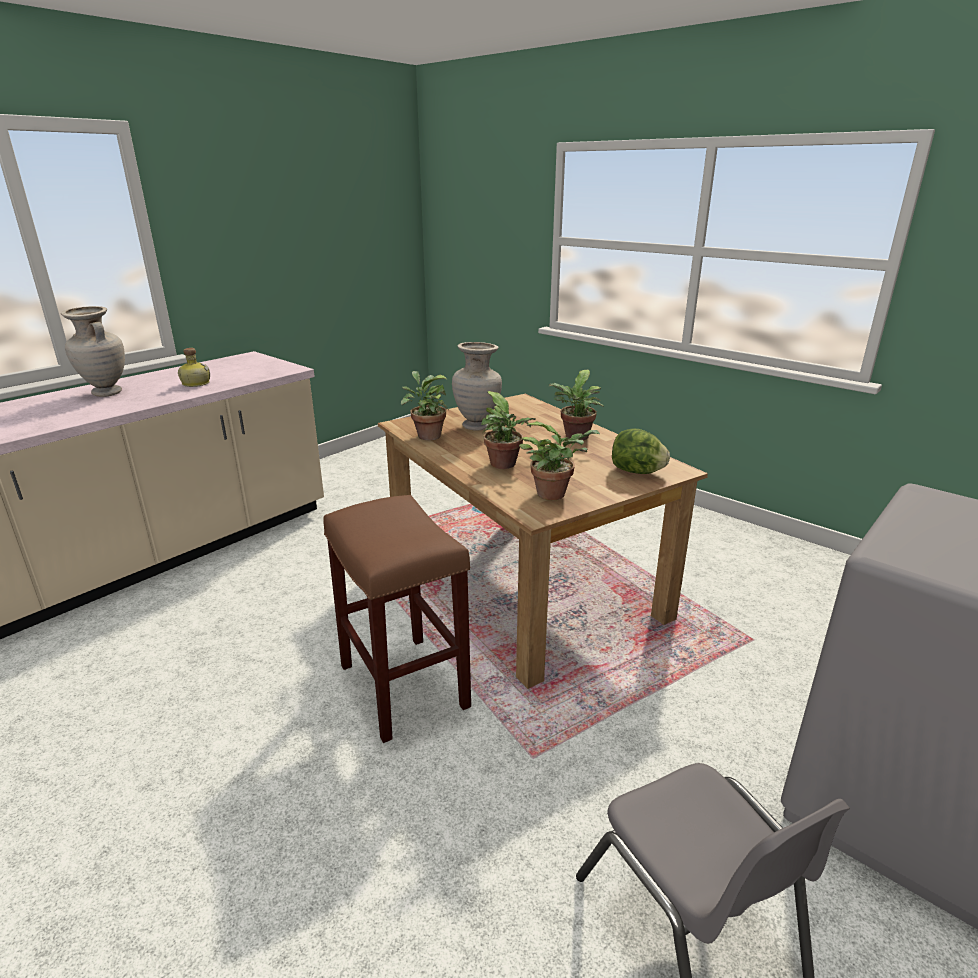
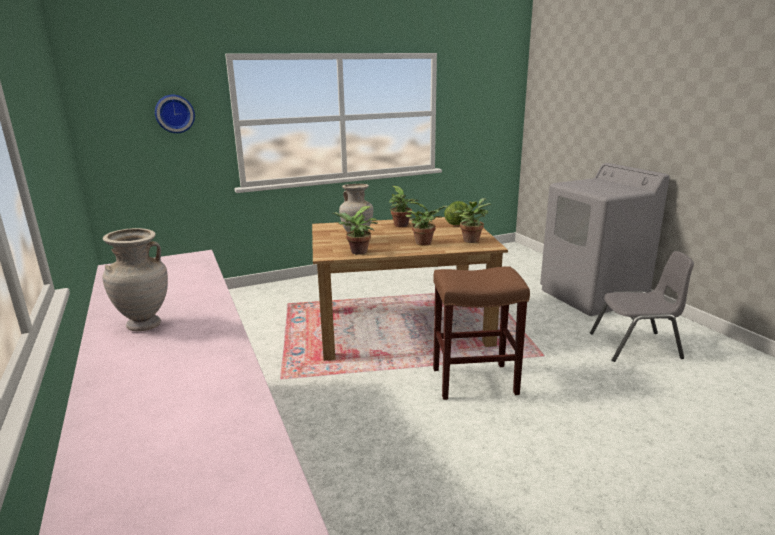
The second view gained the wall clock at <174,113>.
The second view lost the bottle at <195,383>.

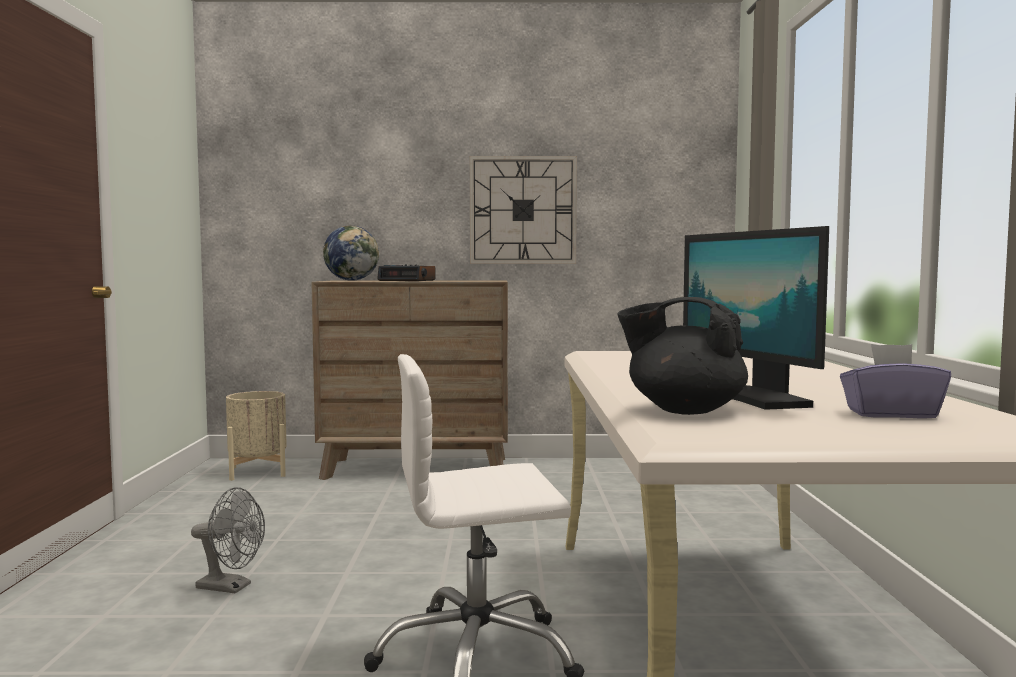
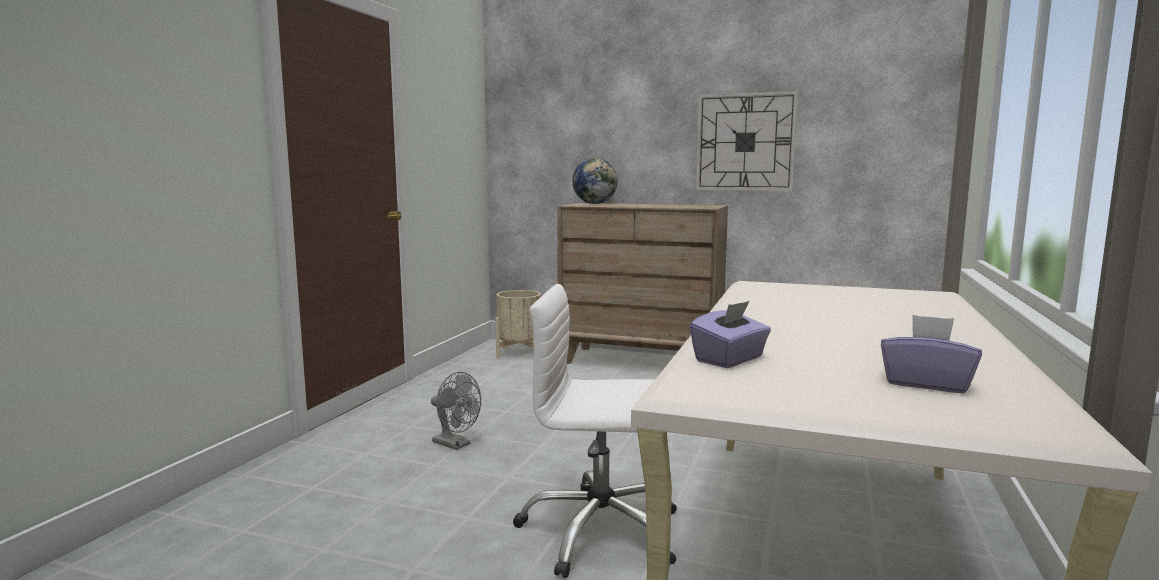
Where the black teapot stood at <683,410>, the purple tissue box came to stand at <730,360>.
The second view lost the alarm clock at <407,280>.
The second view lost the monitor at <747,397>.

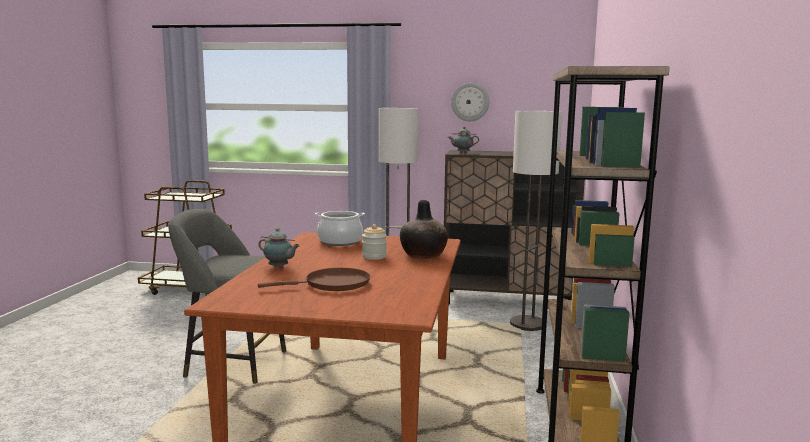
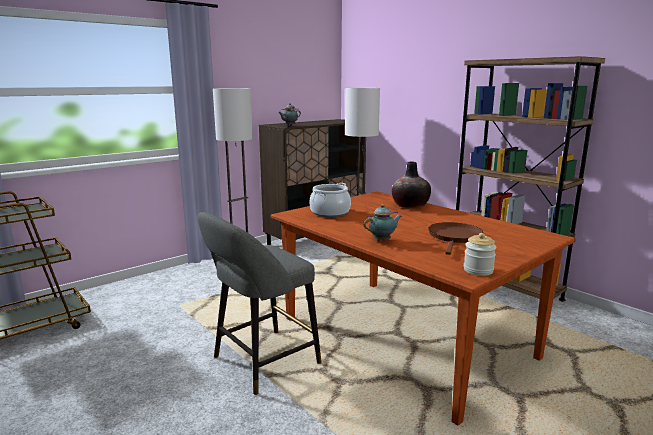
The jar ended up elsewhere, having gone from <374,256> to <478,270>.
The second view lost the wall clock at <470,102>.

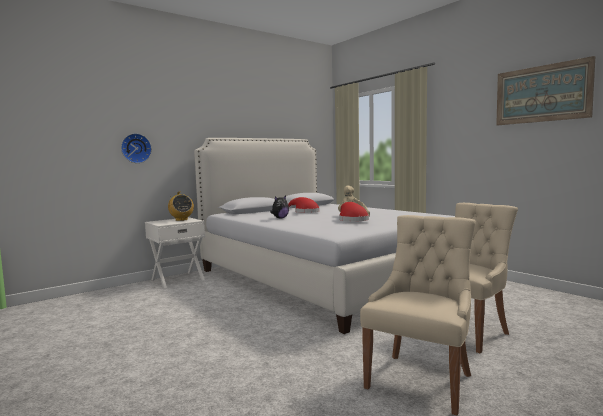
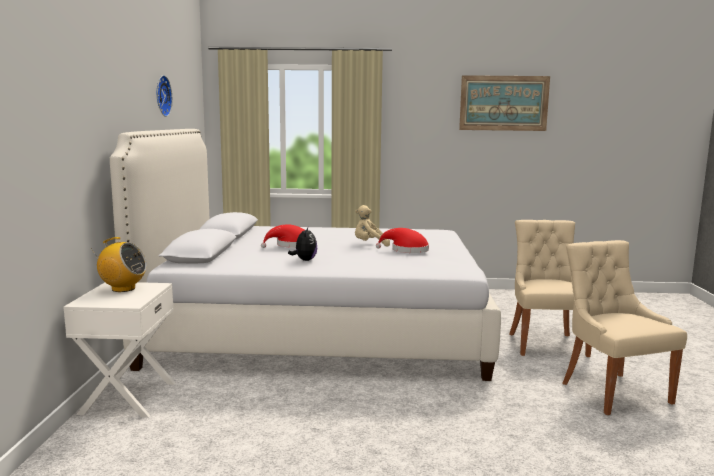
The wall clock ended up elsewhere, having gone from <135,148> to <161,96>.

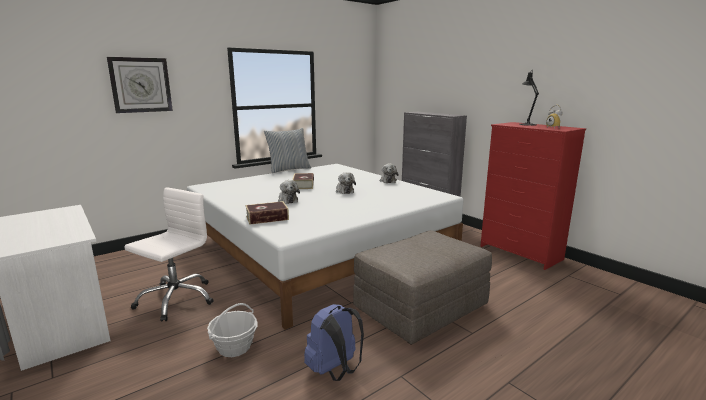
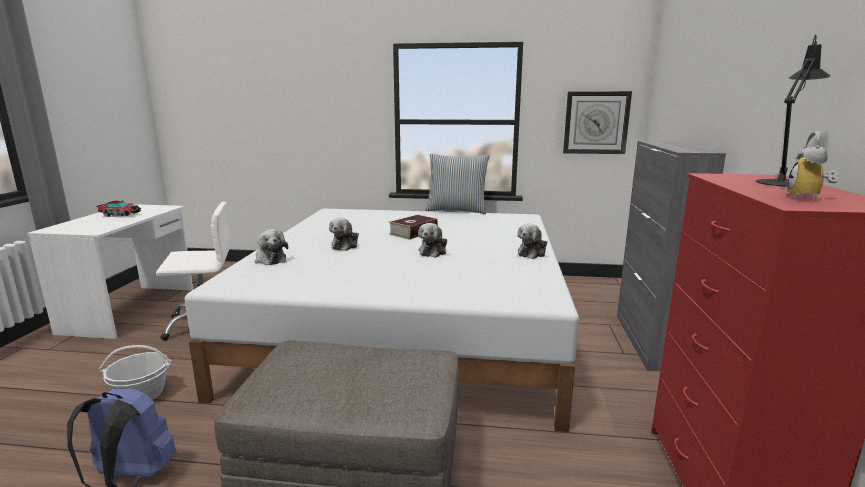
The second view gained the toy truck at <120,215>.
Where the book stood at <267,218>, the plush toy came to stand at <270,259>.
The wall clock ended up elsewhere, having gone from <141,85> to <596,122>.

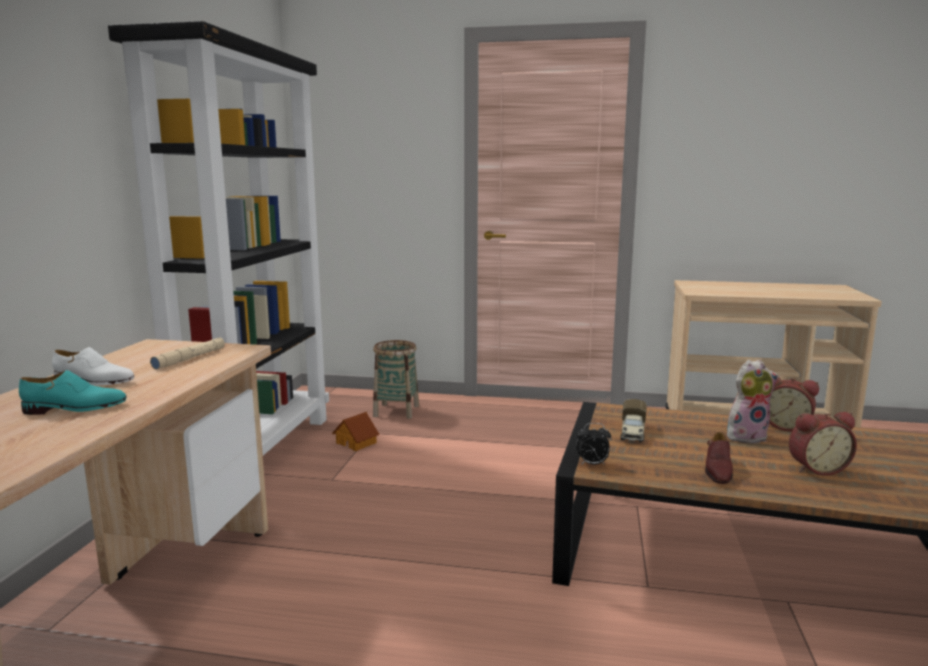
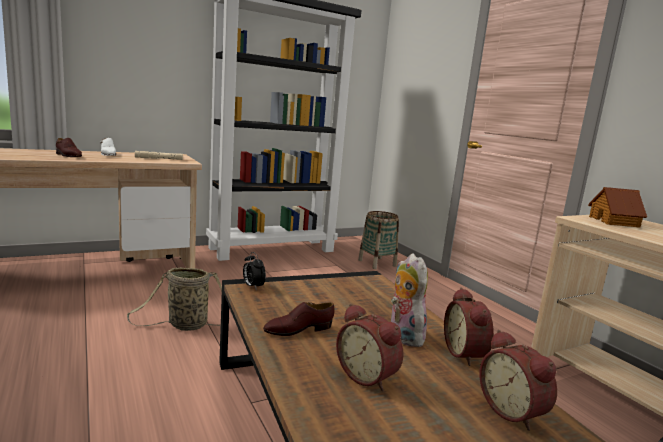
What was the turquoise shoe at <75,408> turned into the brown shoe at <68,156>.
The second view gained the basket at <185,325>.
The plush toy at <746,436> ended up facing another way, 150 degrees counterclockwise from before.
The second view gained the alarm clock at <513,411>.
The toy house ended up elsewhere, having gone from <356,443> to <614,221>.
The second view lost the toy truck at <632,433>.

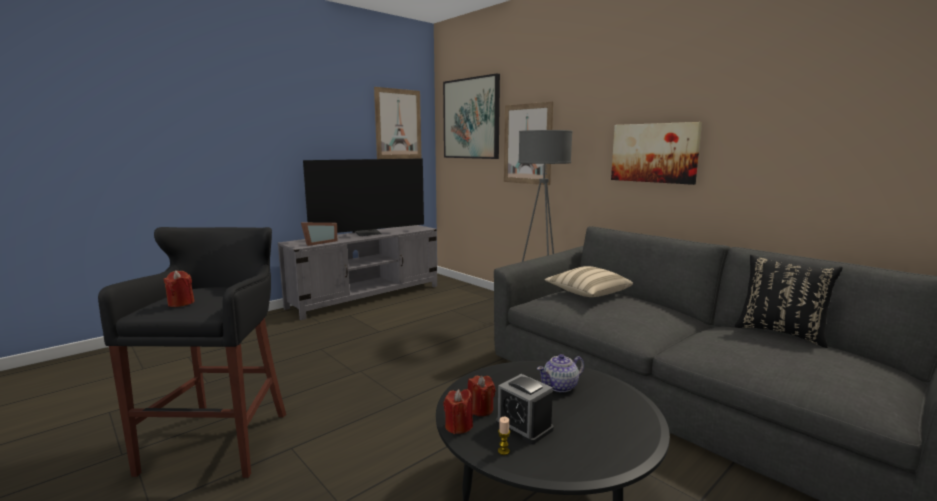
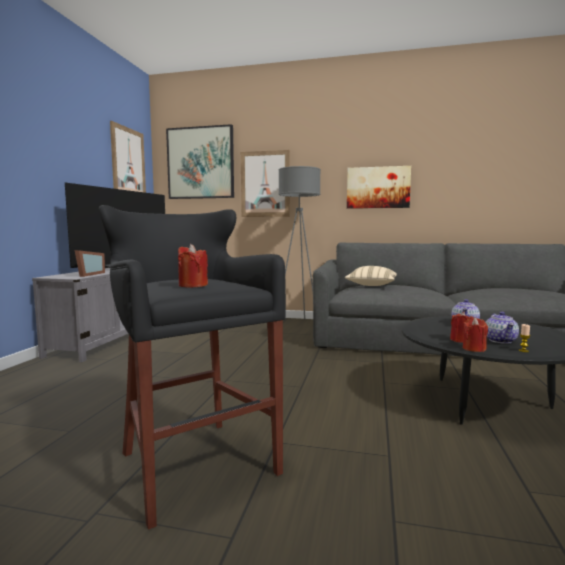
Where the alarm clock stood at <524,426>, the teapot came to stand at <500,340>.
The second view lost the black pillow at <781,333>.

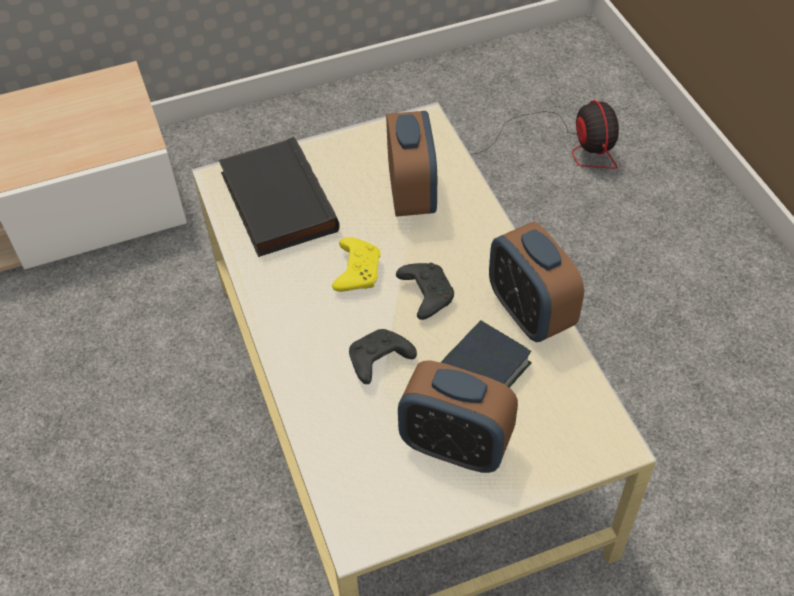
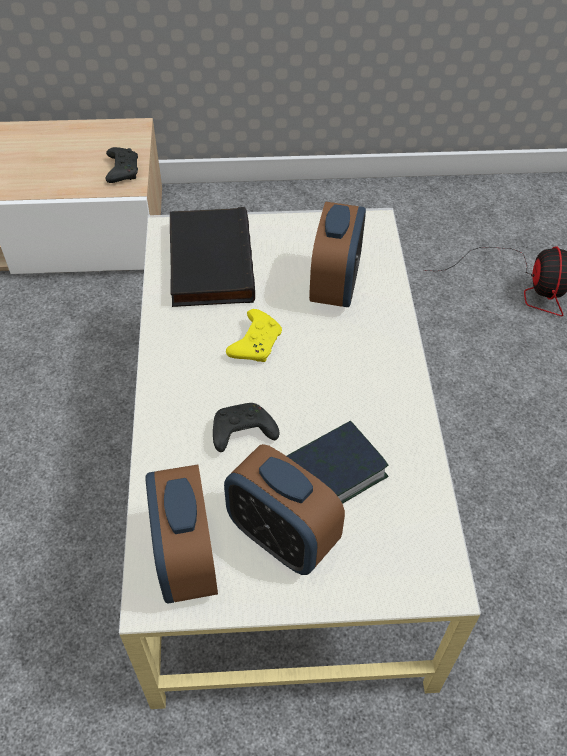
The black game controller ended up elsewhere, having gone from <425,294> to <122,171>.
The alarm clock ended up elsewhere, having gone from <530,313> to <186,559>.

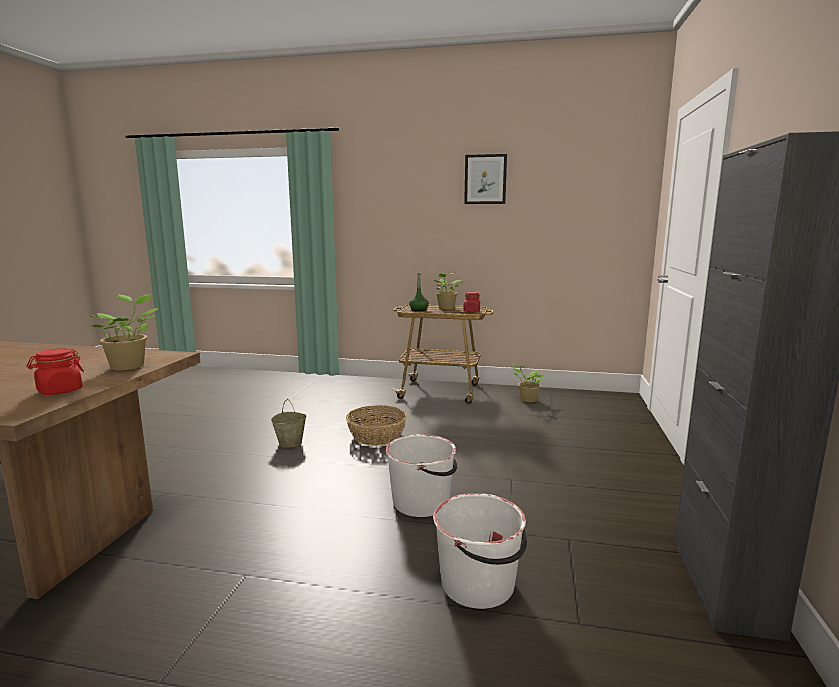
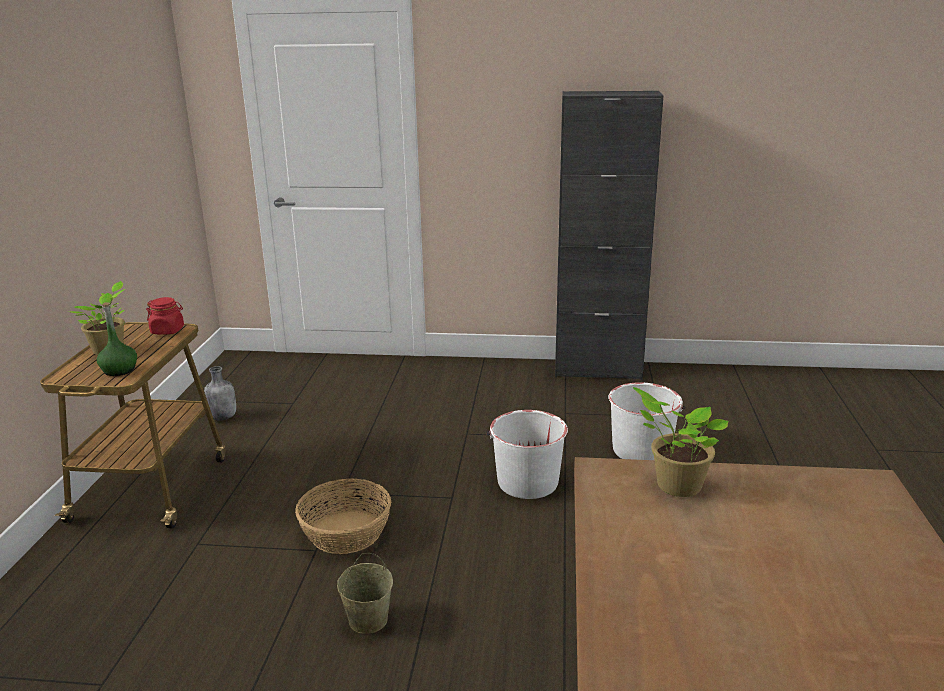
Where the potted plant stood at <527,400>, the grey bottle came to stand at <223,417>.
The second view lost the red jar at <59,391>.
The second view lost the picture at <485,179>.

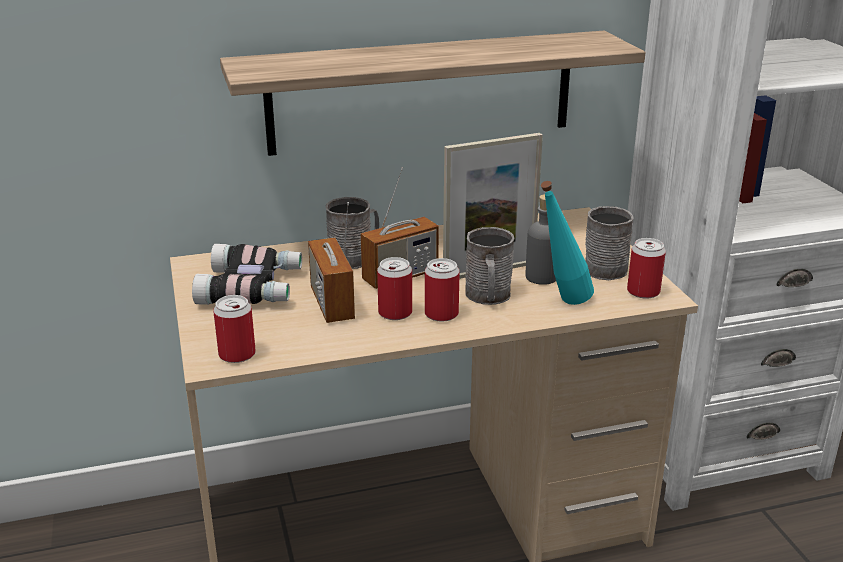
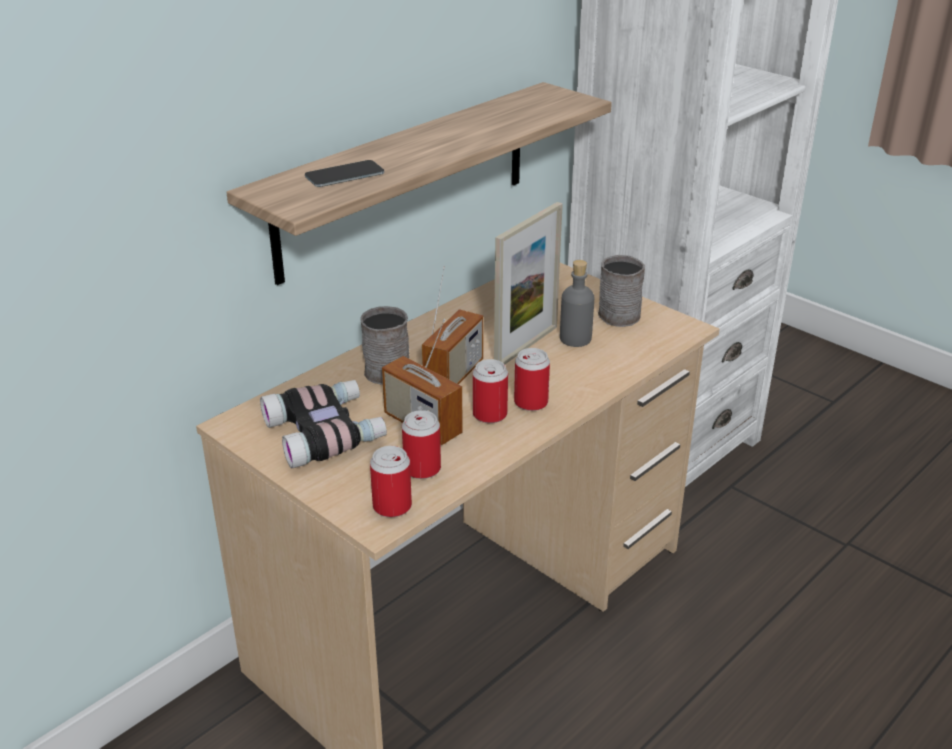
The second view gained the phone at <344,174>.
The can ended up elsewhere, having gone from <643,292> to <422,469>.
The second view lost the grey mug at <488,297>.
The second view lost the turquoise bottle at <561,303>.

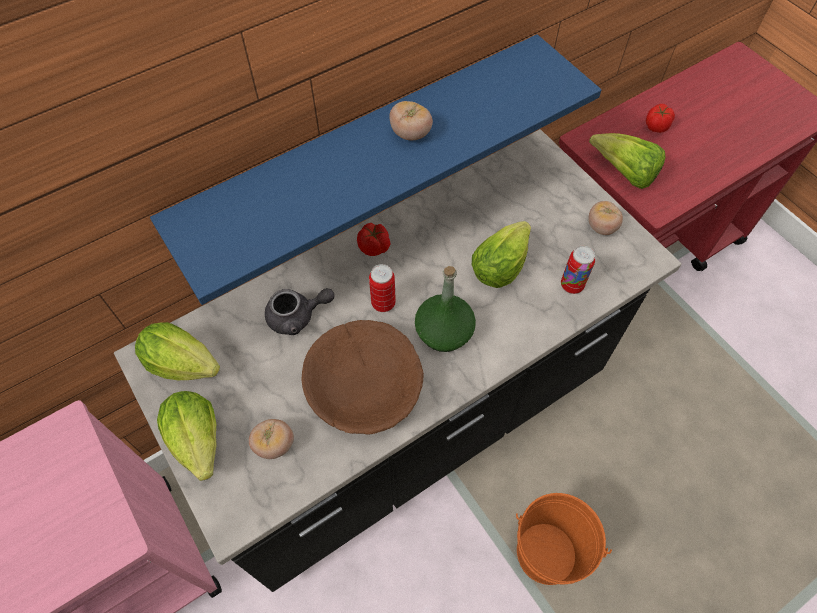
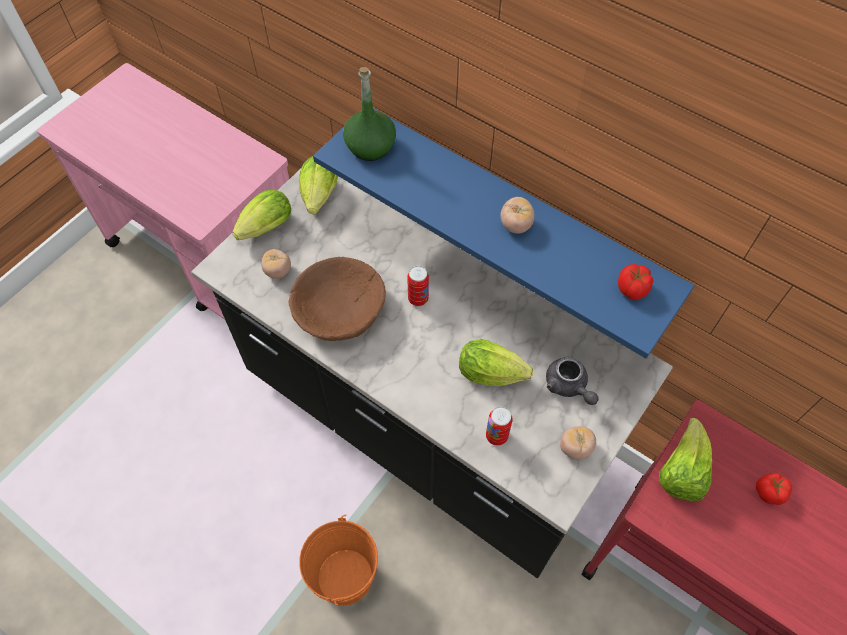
The green bottle ended up elsewhere, having gone from <443,332> to <370,146>.
The grey teapot ended up elsewhere, having gone from <297,316> to <568,386>.
The tomato ended up elsewhere, having gone from <374,247> to <632,290>.

